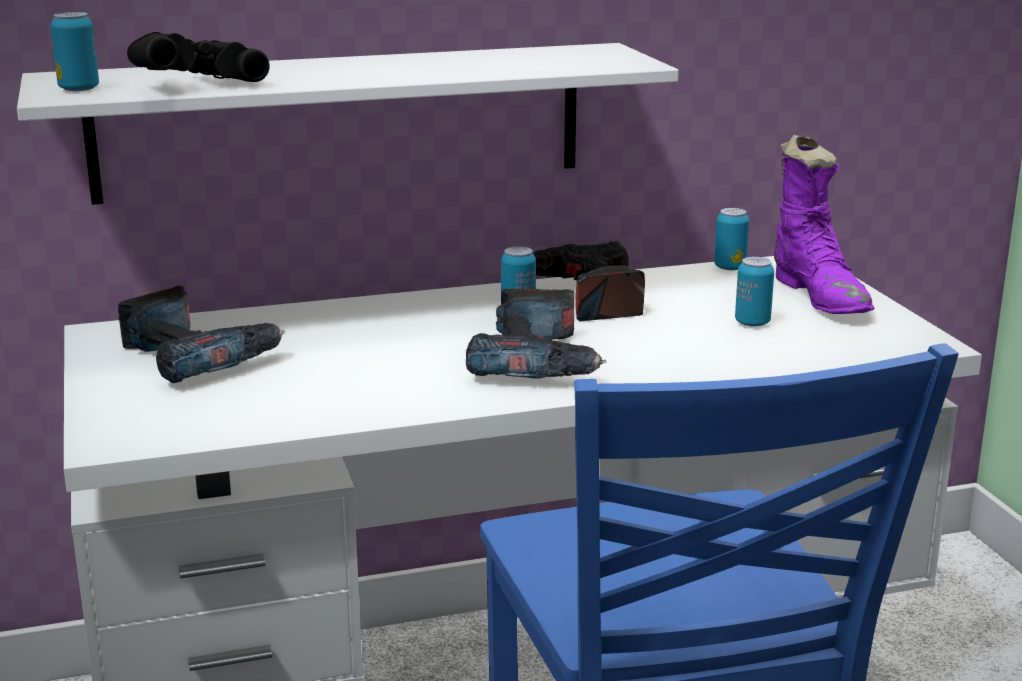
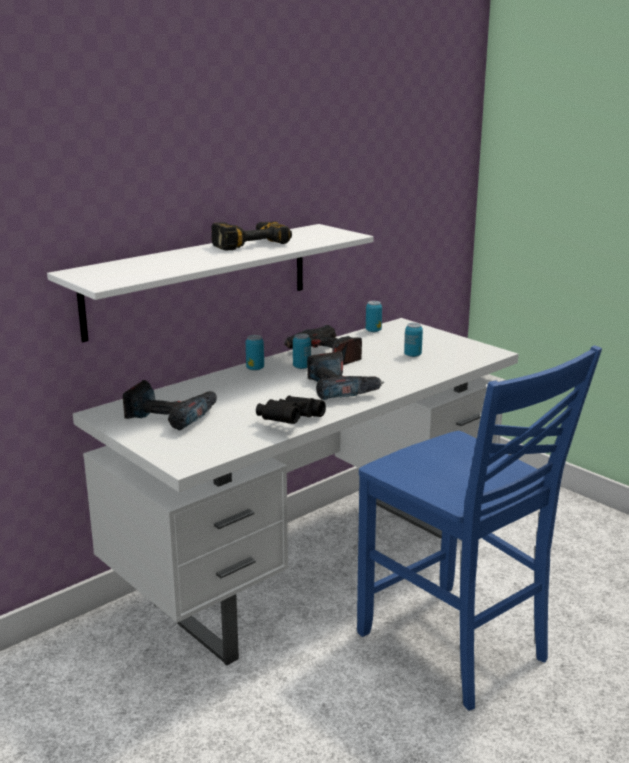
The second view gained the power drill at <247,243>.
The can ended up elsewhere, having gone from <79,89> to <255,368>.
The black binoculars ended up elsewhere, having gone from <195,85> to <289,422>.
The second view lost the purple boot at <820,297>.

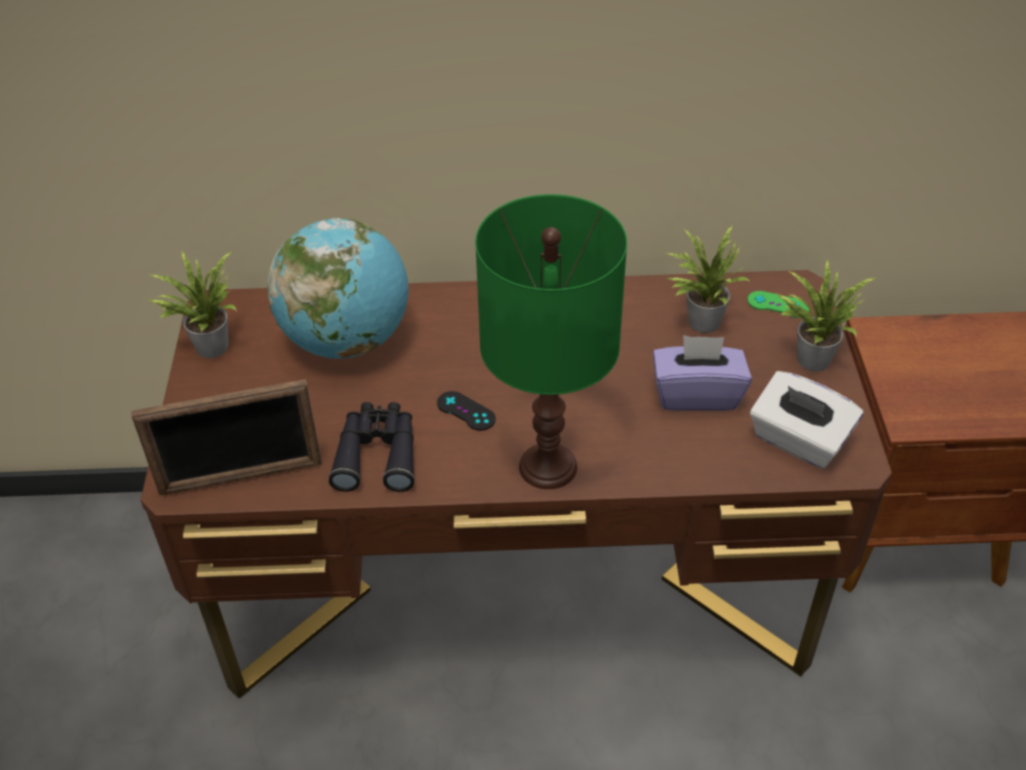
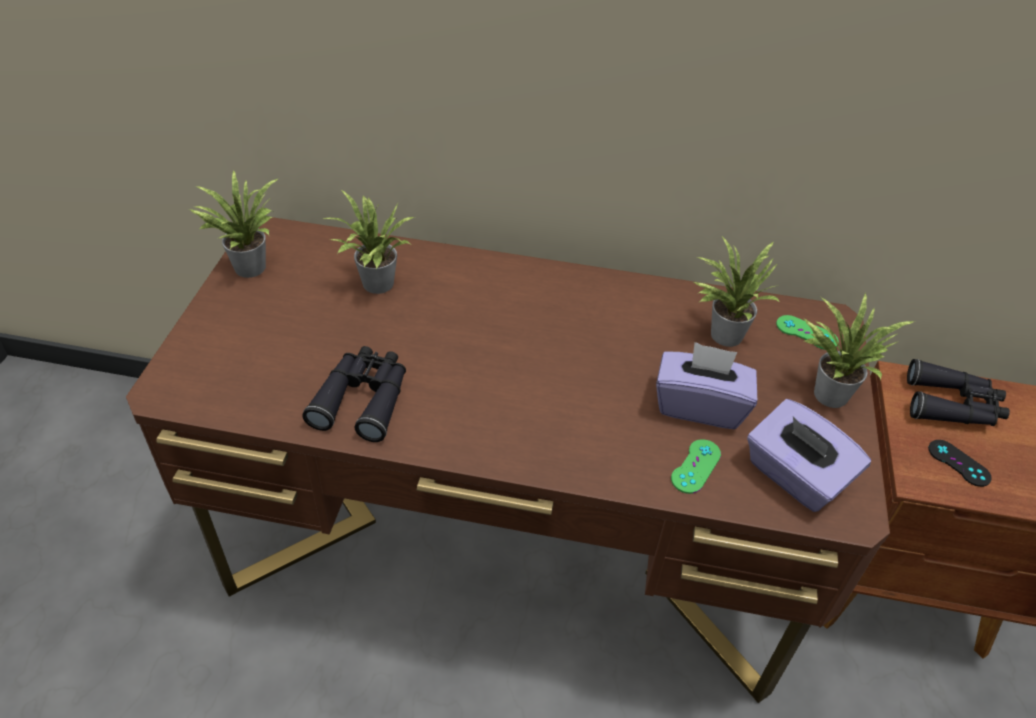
Where the globe stood at <347,340>, the potted plant came to stand at <375,285>.
The second view gained the green game controller at <696,466>.
What was the white tissue box at <798,441> turned into the purple tissue box at <795,476>.
The second view gained the black binoculars at <952,405>.
The black game controller ended up elsewhere, having gone from <466,411> to <958,463>.
The second view lost the picture frame at <241,478>.
The second view lost the green table lamp at <548,467>.

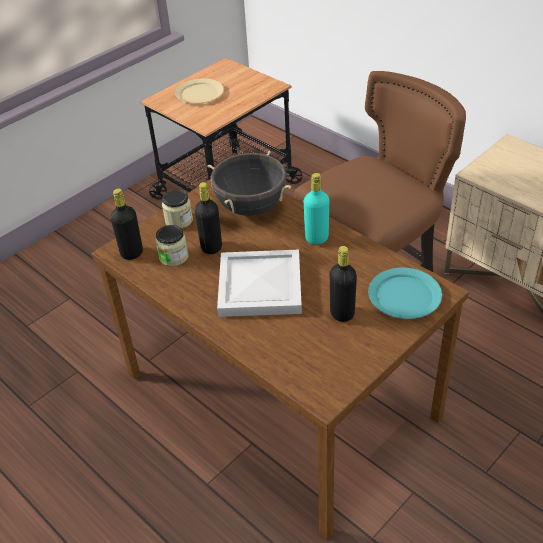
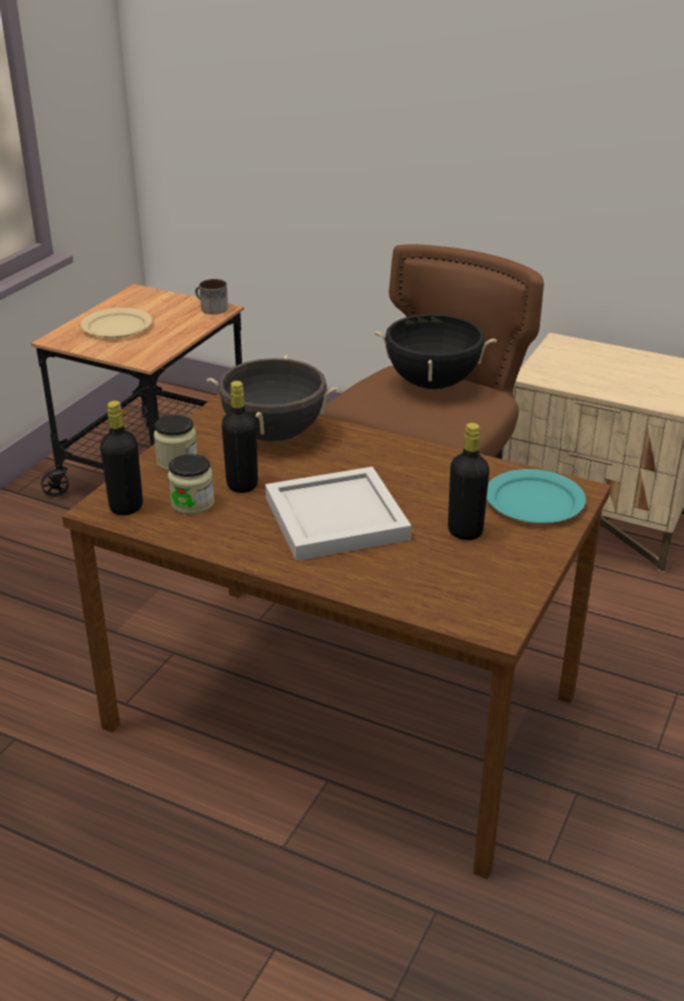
The second view gained the mug at <210,308>.
The second view gained the black cooking pot at <432,383>.
The second view lost the turquoise bottle at <316,238>.

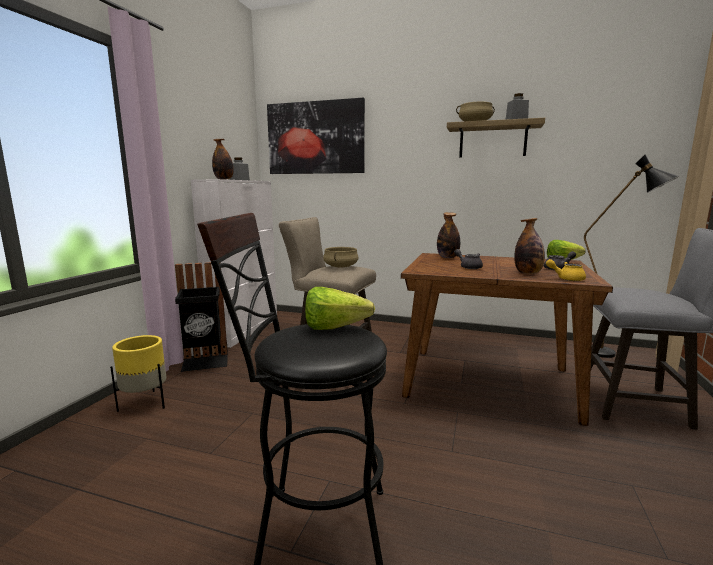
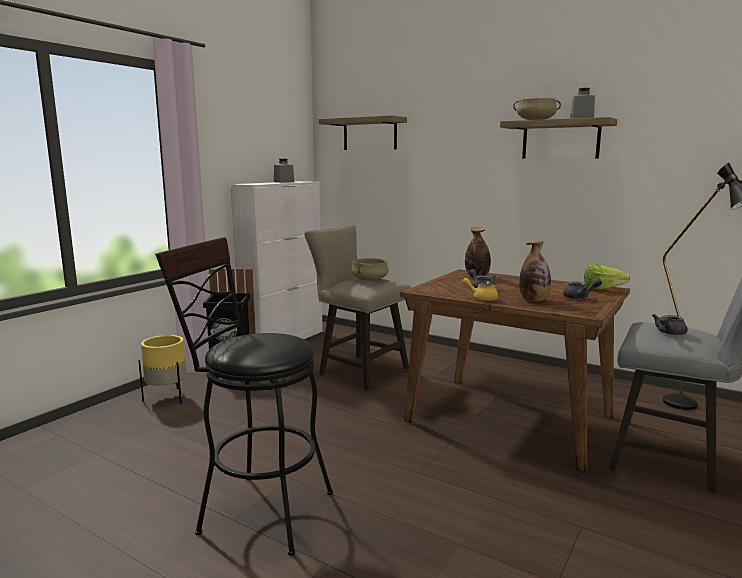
Where the picture hung at <315,138>, the shelf came to hang at <370,134>.
The yellow teapot ended up elsewhere, having gone from <566,279> to <481,298>.
The second view gained the grey teapot at <668,333>.
The second view lost the bottle at <224,179>.
The second view lost the lettuce at <340,328>.

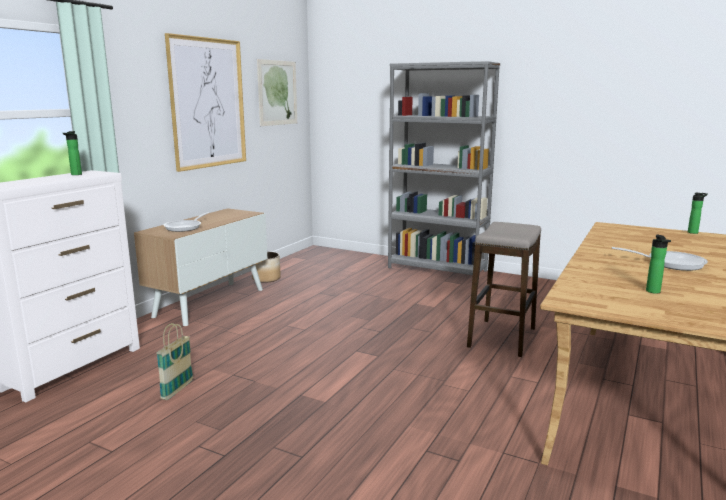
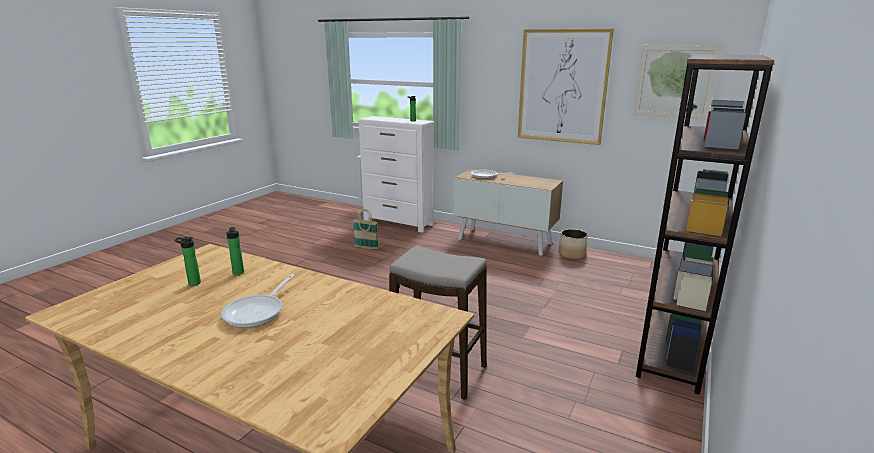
The bottle ended up elsewhere, having gone from <694,232> to <238,273>.
What was the grey bookcase at <437,269> turned into the brown bookcase at <672,349>.

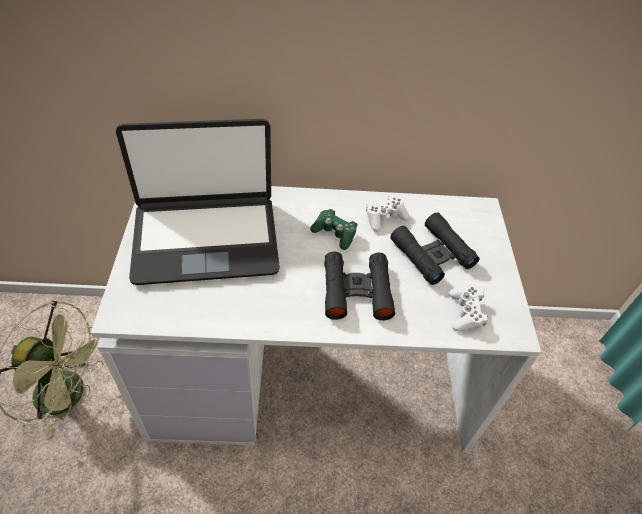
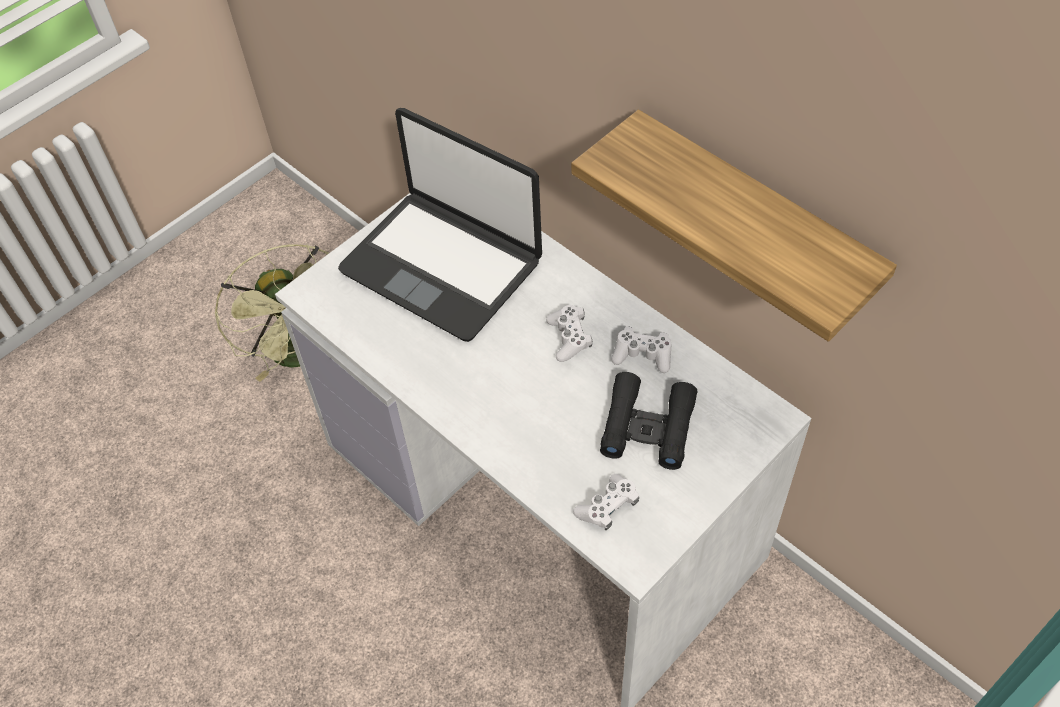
What was the green game controller at <334,233> turned into the white game controller at <569,338>.
The second view gained the shelf at <752,222>.
The second view lost the black binoculars at <356,291>.

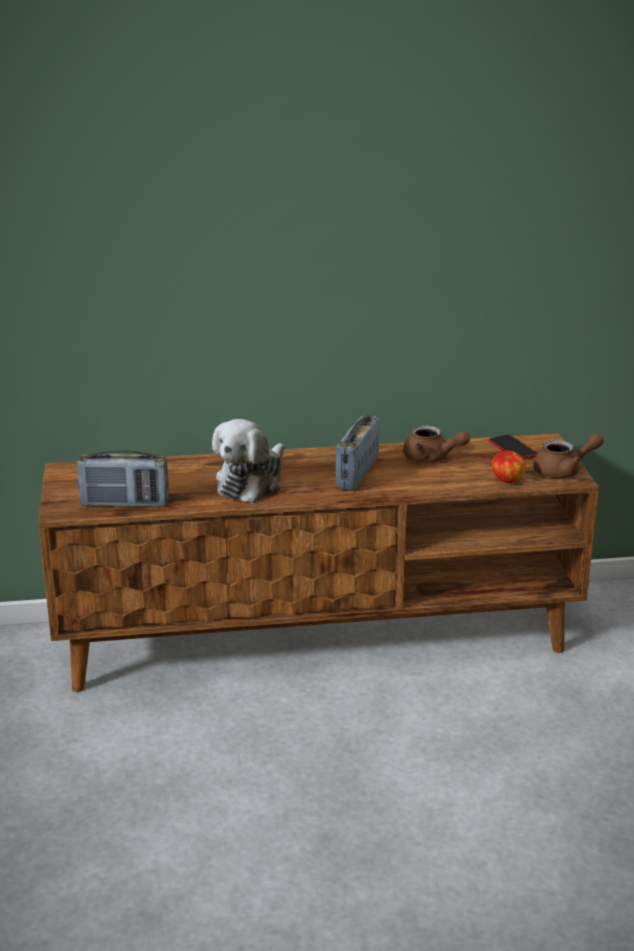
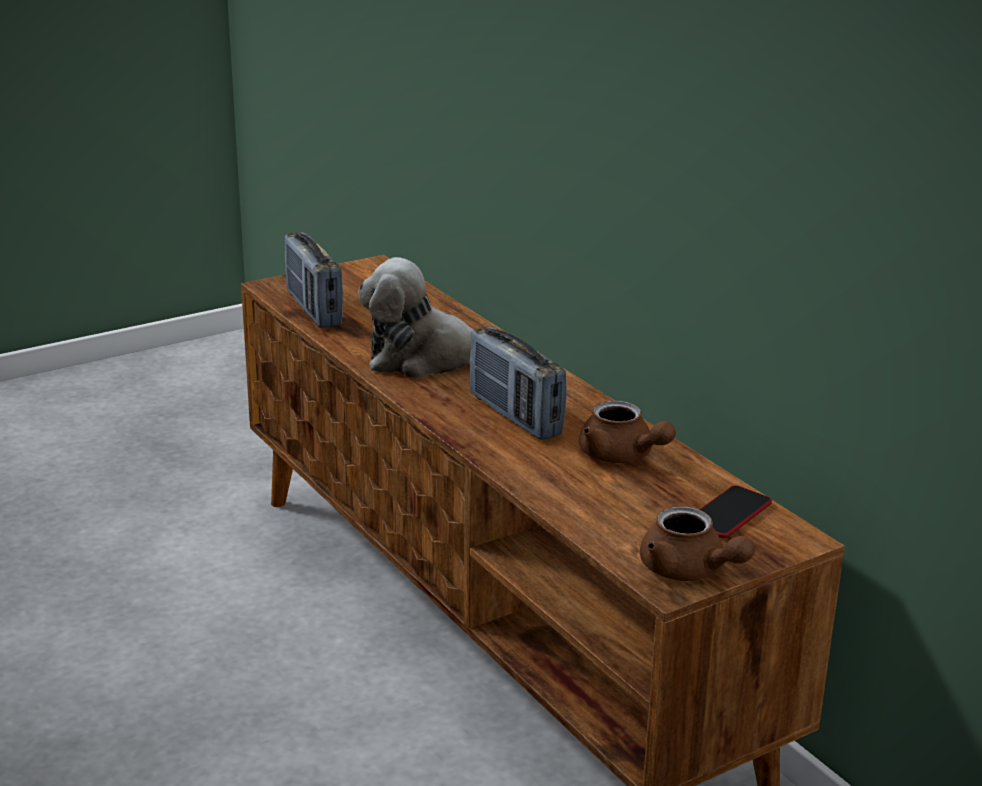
The radio at <357,474> ended up facing another way, 120 degrees counterclockwise from before.
The brown teapot at <431,458> ended up facing another way, 45 degrees counterclockwise from before.
The second view lost the apple at <507,481>.

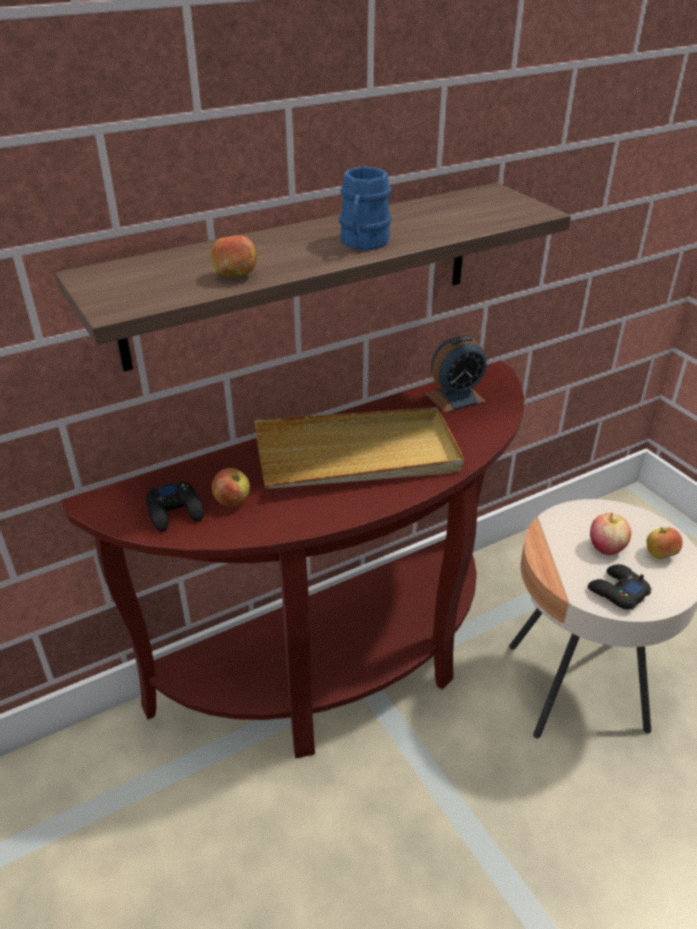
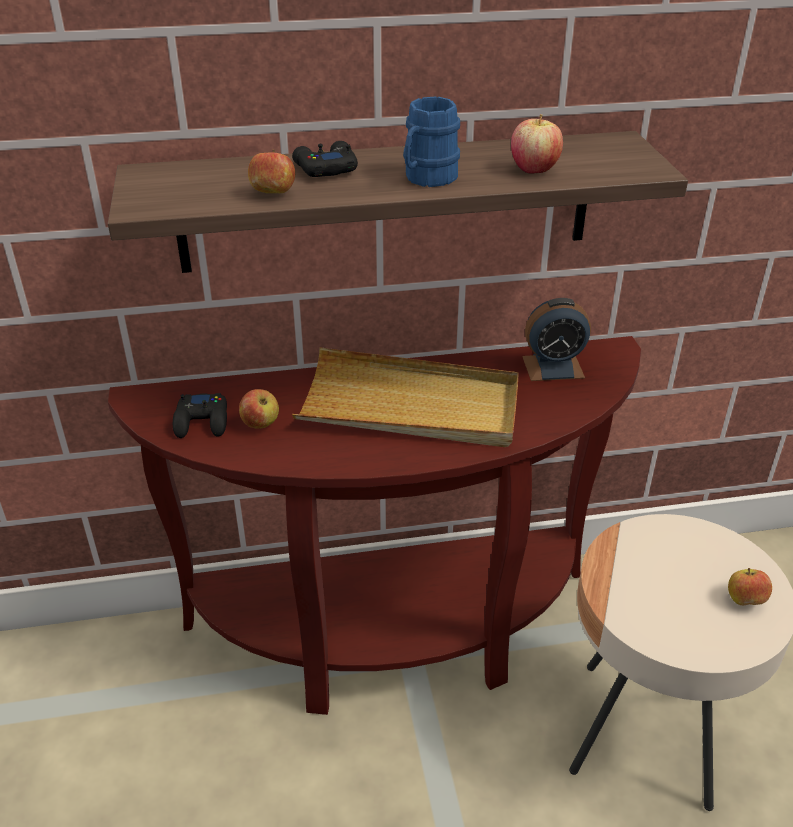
The black game controller ended up elsewhere, having gone from <617,591> to <325,168>.
The apple ended up elsewhere, having gone from <606,548> to <534,169>.

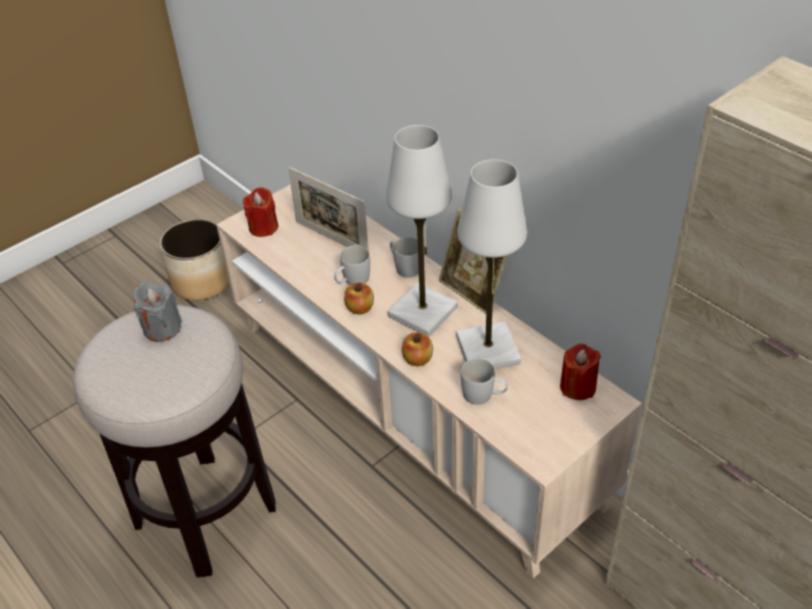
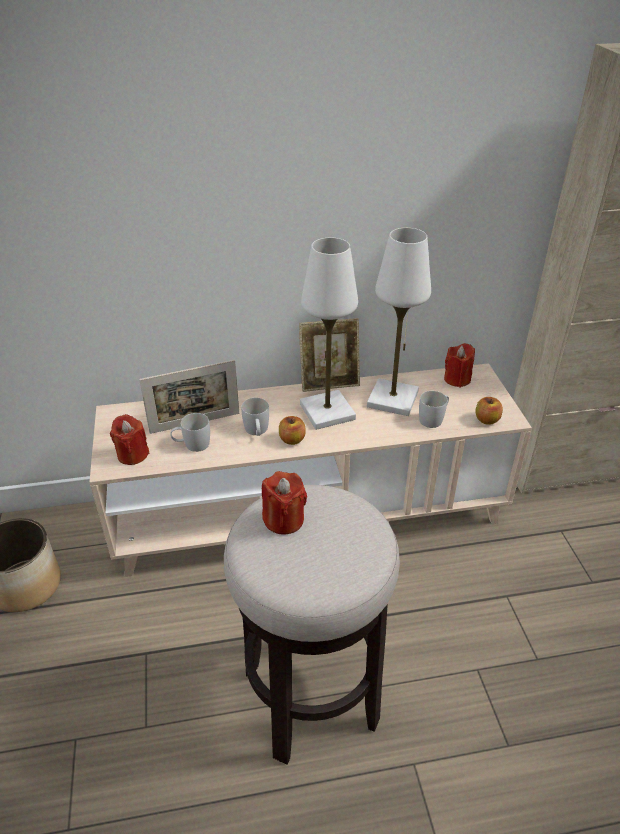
The white mug ended up elsewhere, having gone from <404,267> to <192,445>.
What was the grey candle at <162,328> turned into the red candle at <284,519>.
The apple ended up elsewhere, having gone from <417,359> to <487,420>.

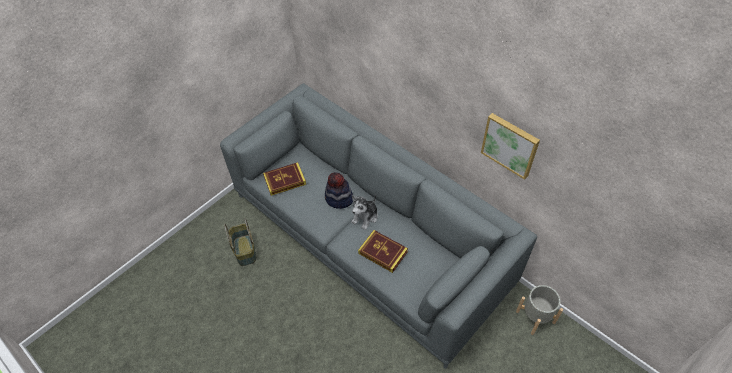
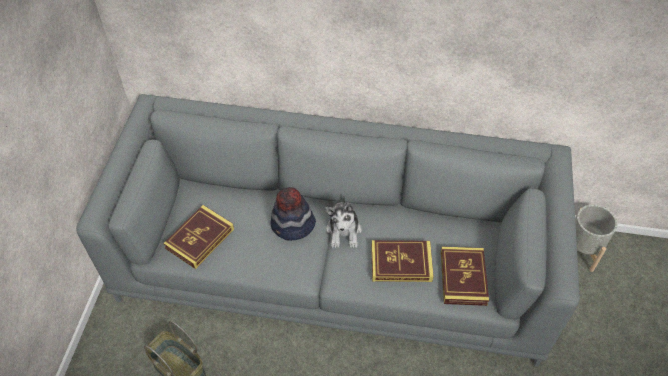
The second view gained the book at <463,278>.
The second view lost the picture at <510,144>.

